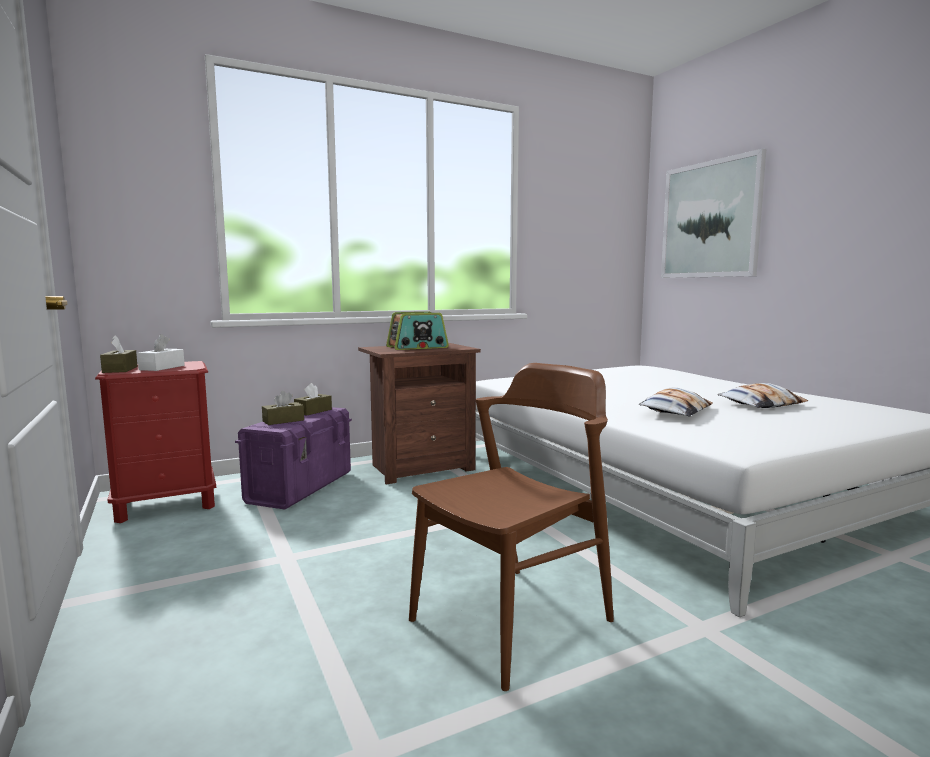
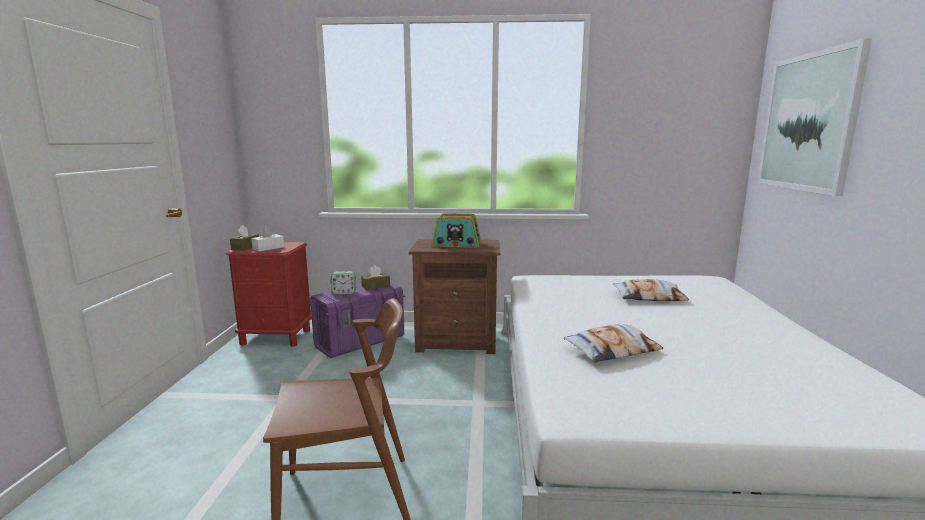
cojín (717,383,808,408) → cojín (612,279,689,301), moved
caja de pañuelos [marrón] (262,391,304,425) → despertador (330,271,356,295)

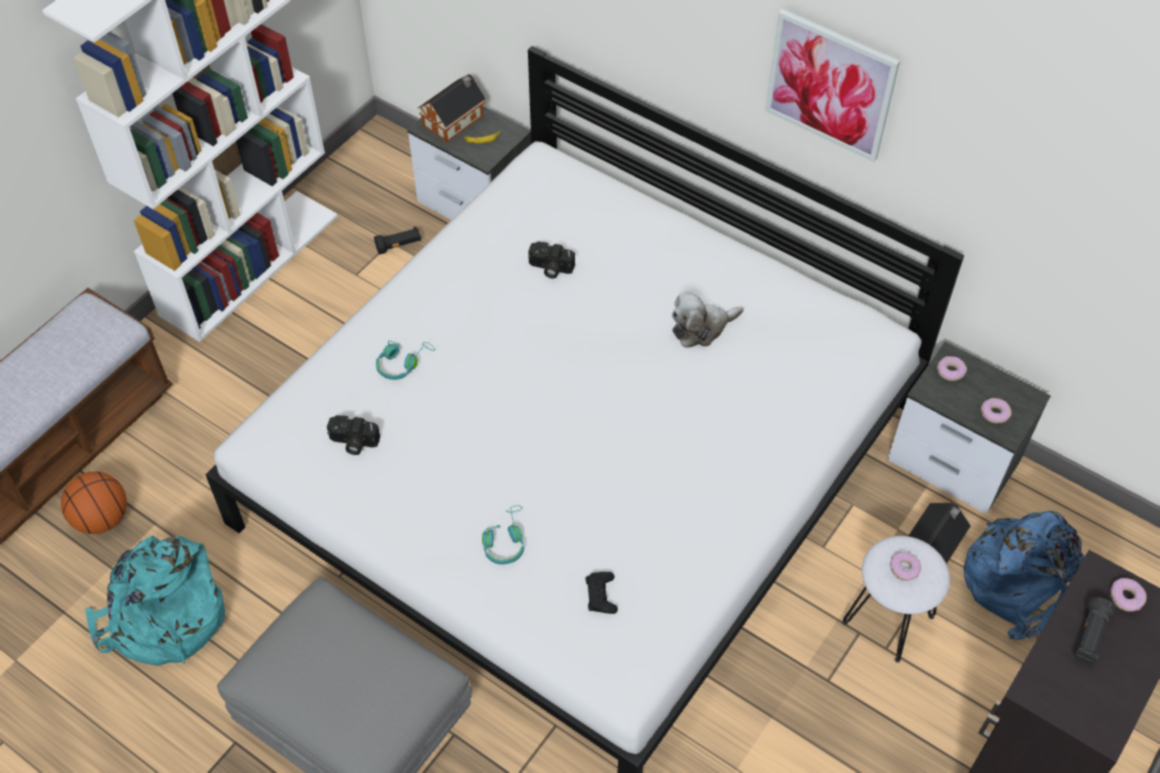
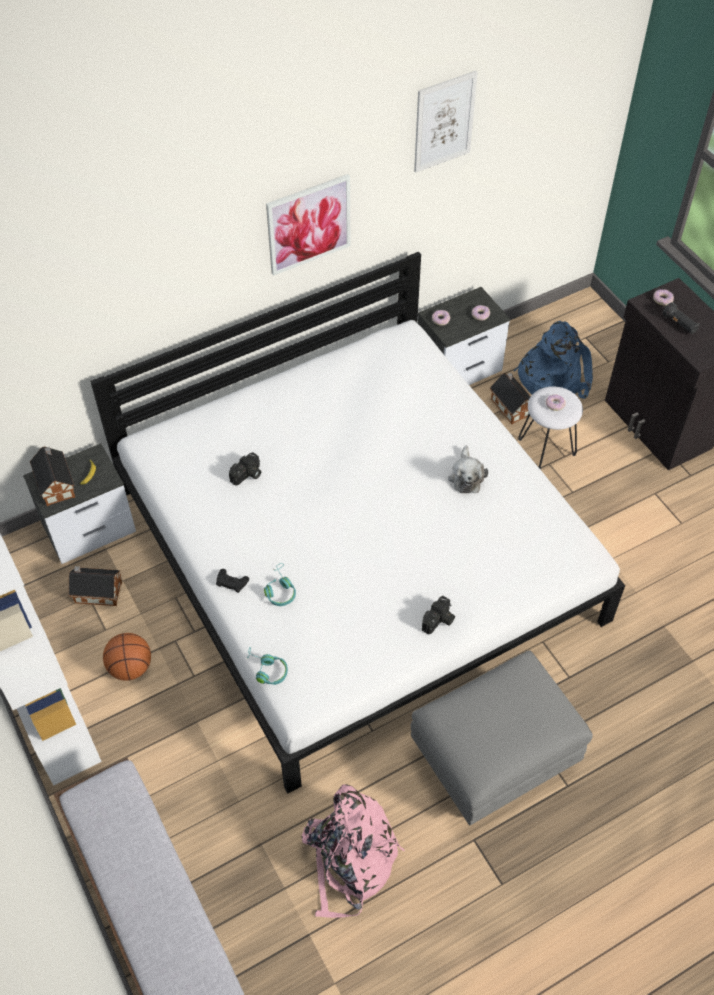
linterna [negro] (374,226,421,254) → casita (68,566,122,606)
peluche (672,291,744,348) → peluche (448,445,488,493), moved
cámara (327,415,380,455) → cámara (422,596,455,635), moved
balón de baloncesto (61,471,127,534) → balón de baloncesto (103,633,151,681), moved
auriculares [turquesa] (482,505,524,564) → auriculares [turquesa] (247,647,288,685), moved
mochila [turquesa] (85,536,225,666) → mochila [rosa] (302,784,404,918)
mando de consola [negro] (585,572,618,614) → mando de consola [negro] (216,569,249,593), moved
- → cuadro (414,71,478,172)

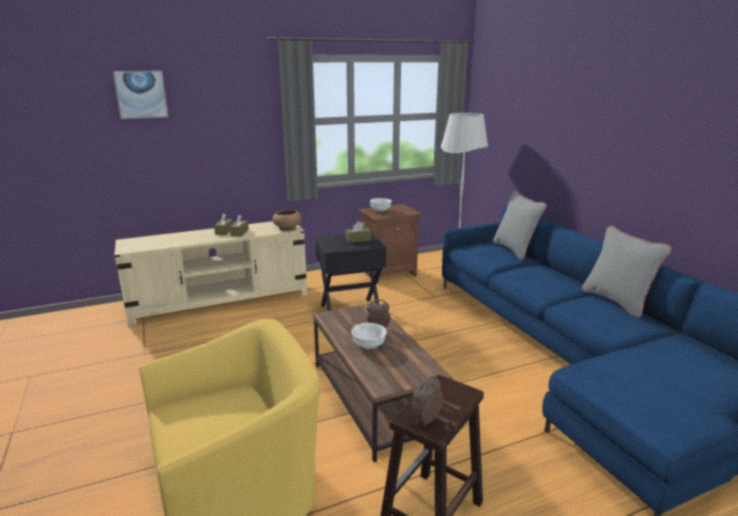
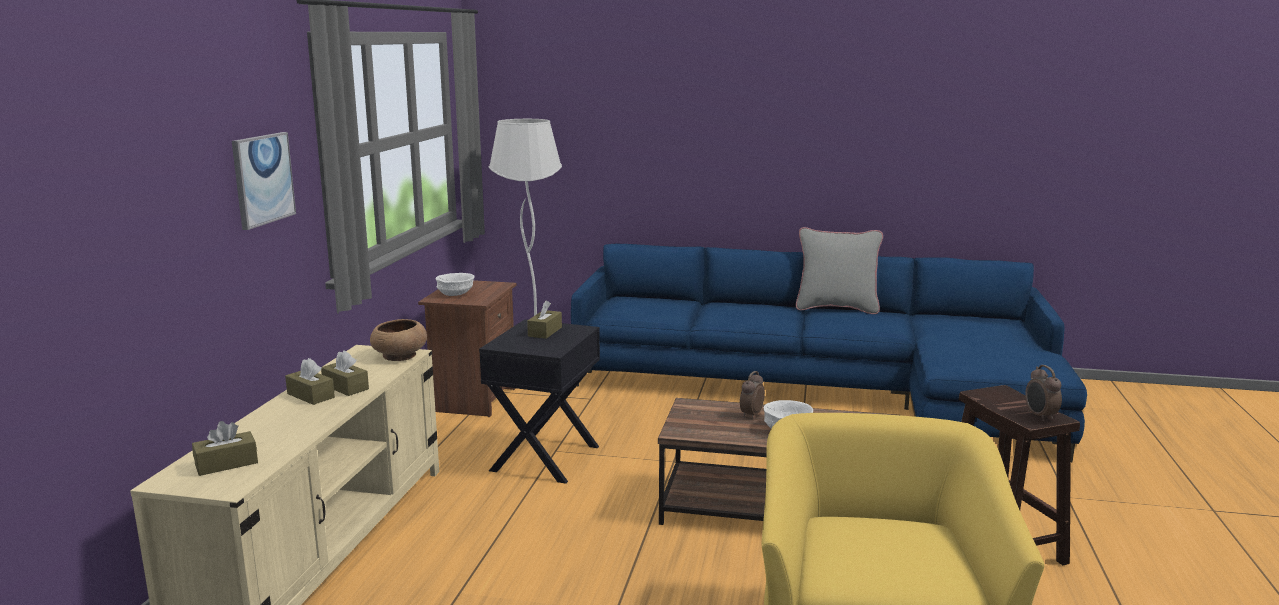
cuadro (113,71,168,119) → cuadro (232,132,296,230), moved
cojín [gris] (493,191,546,260) → -
- → caja de pañuelos [marrón] (192,421,258,476)

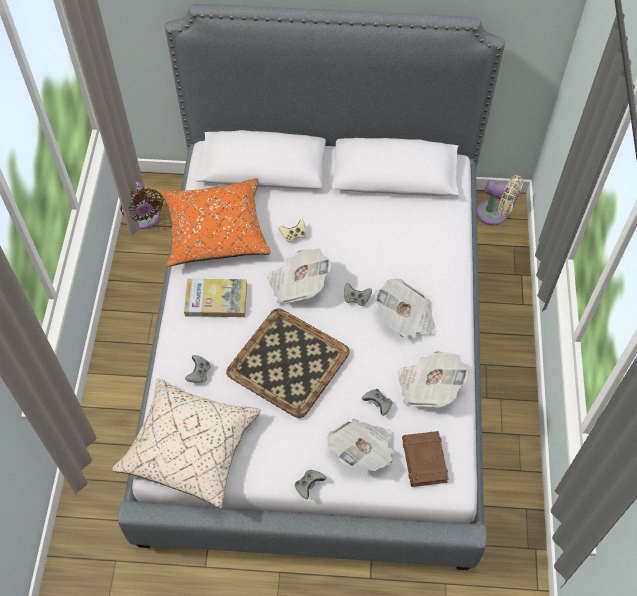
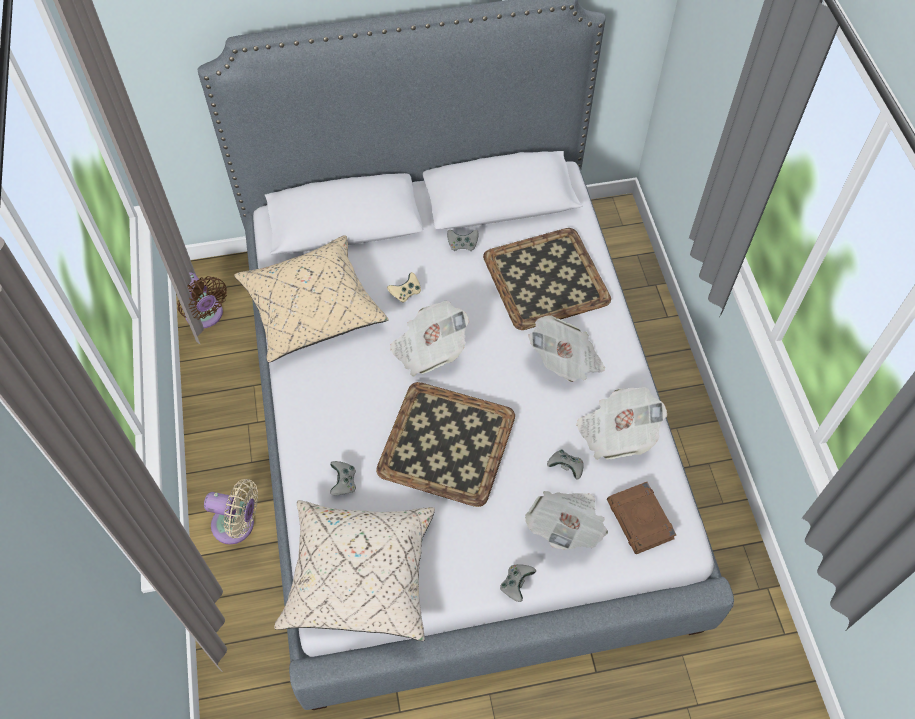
ventilador [beis] (477,175,523,226) → ventilador [beis] (204,479,258,544), moved
cojín [naranja] (162,178,271,267) → cojín [beis] (234,235,389,363)
libro (184,279,247,317) → -
mando de consola [gris] (344,283,372,306) → mando de consola [gris] (447,230,479,251), moved
- → bandeja (483,228,611,330)

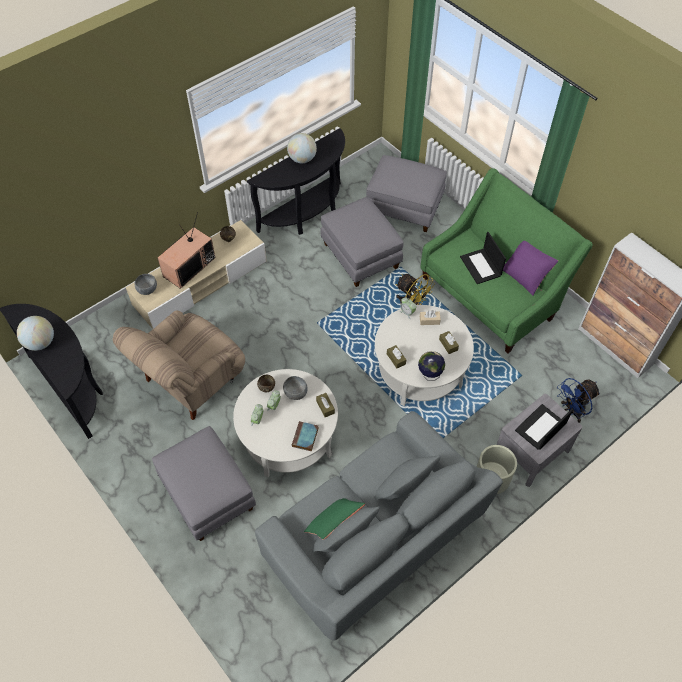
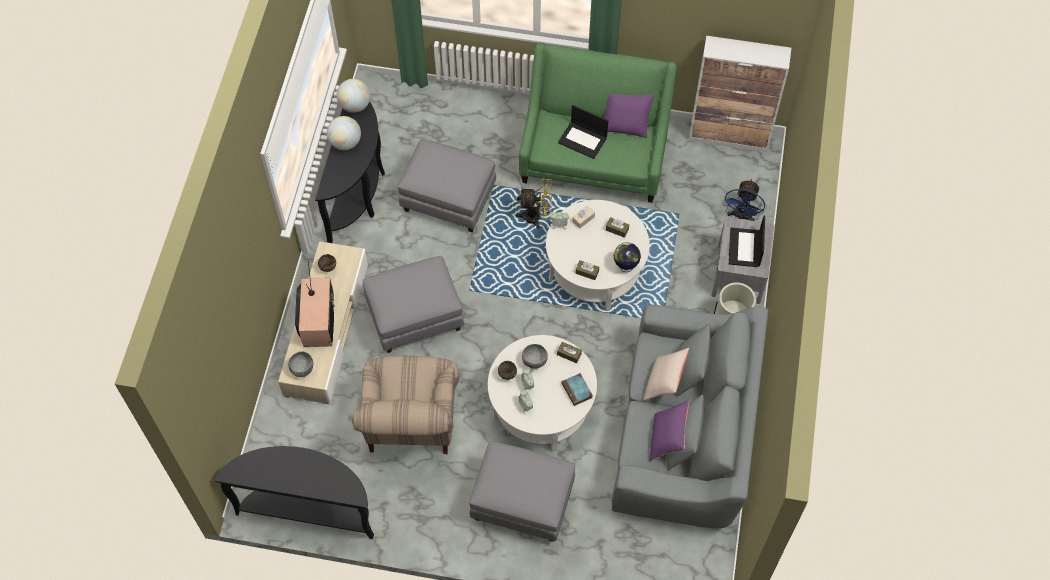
puf [gris] (366,155,447,232) → puf [gris] (362,256,464,353), moved
globo terráqueo (17,316,54,351) → globo terráqueo (337,79,370,113), moved
cojín [verde] (304,498,365,540) → cojín [morado] (650,400,689,461)
- → cojín [beis] (643,348,689,401)

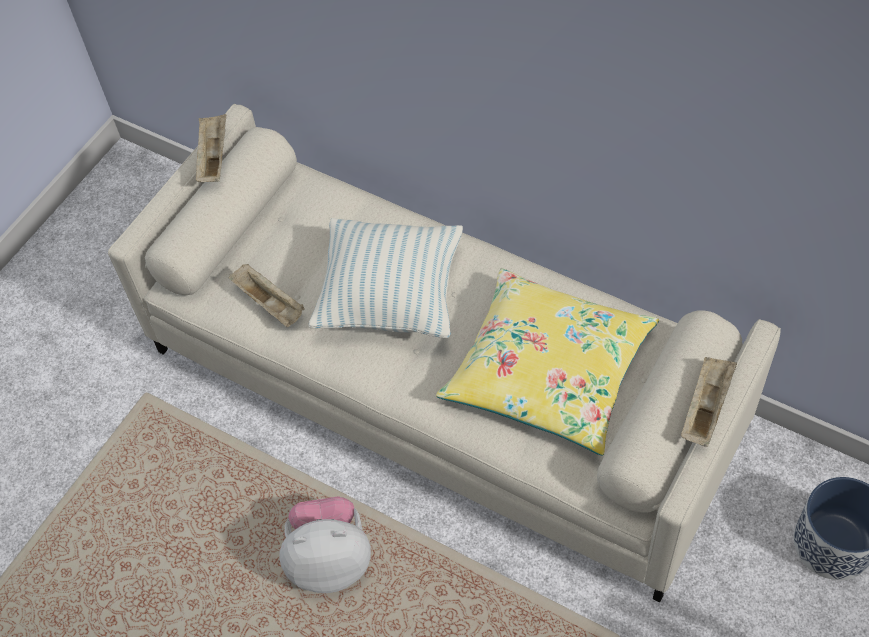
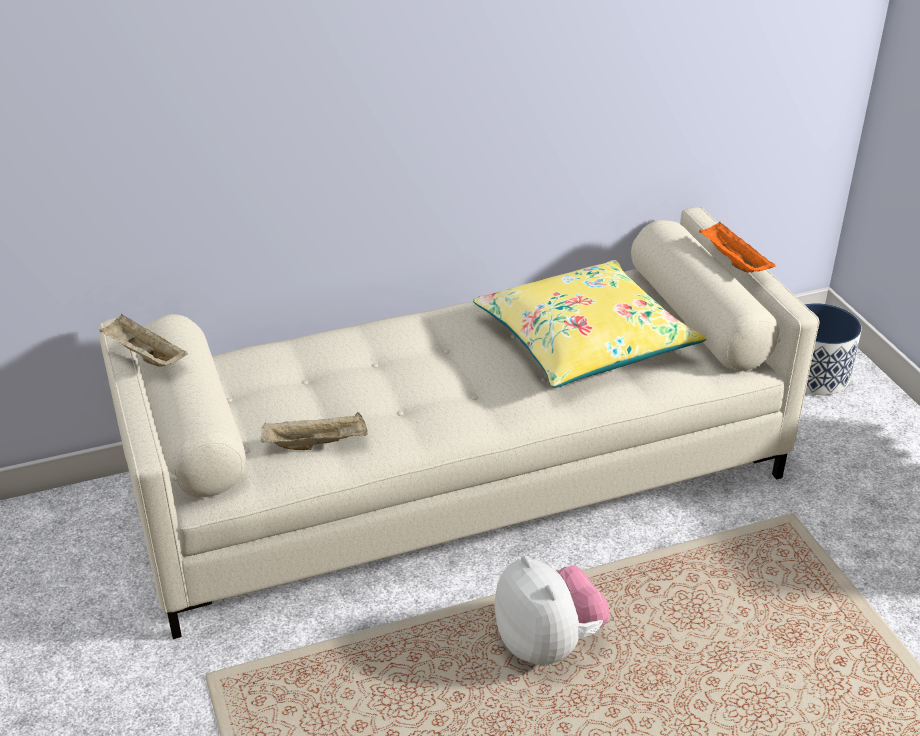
cojín (309,218,463,338) → -
bandeja [beis] (681,357,737,447) → bandeja [naranja] (699,222,776,272)
peluche (279,496,371,593) → peluche (494,555,610,665), 120 degrees clockwise

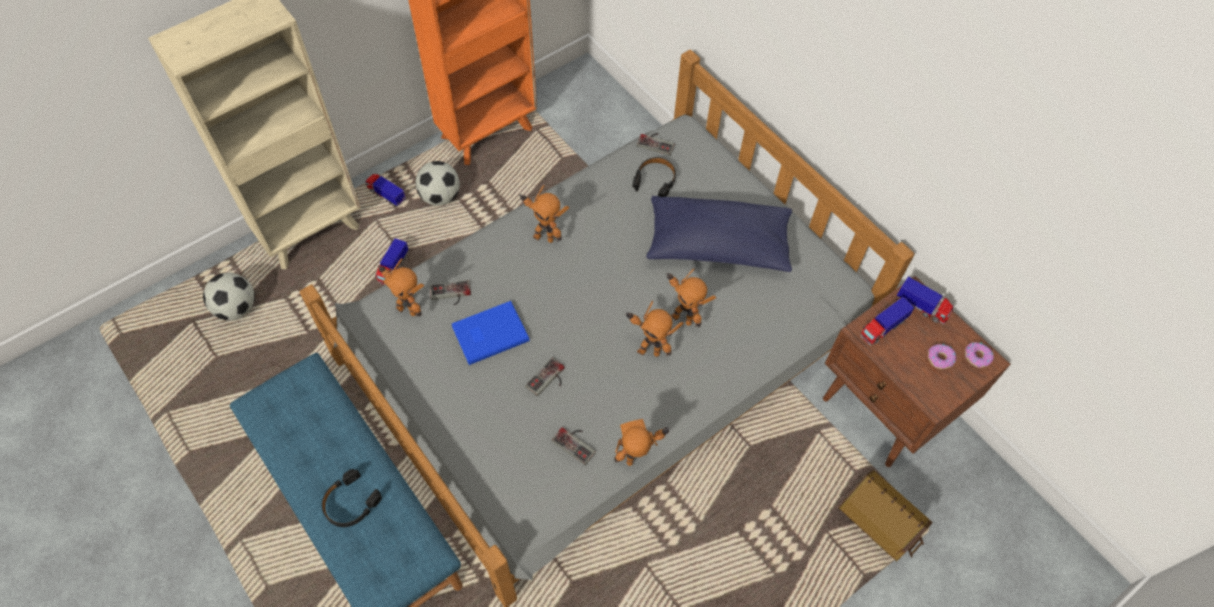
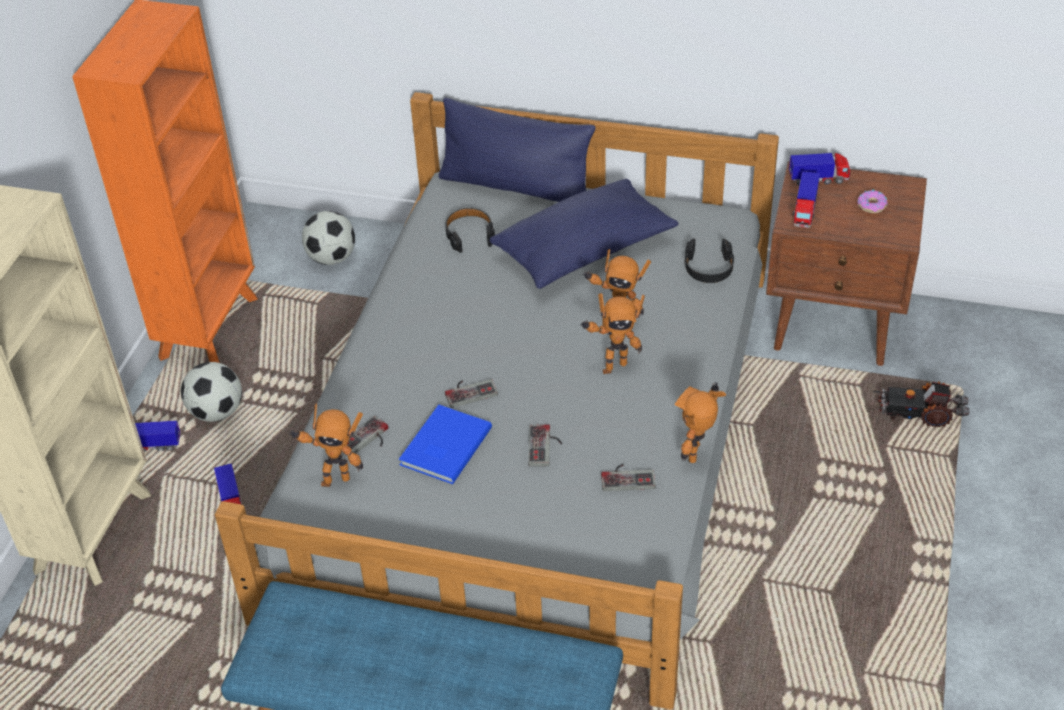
mando de consola (637,133,675,156) → mando de consola (445,379,498,408), moved
robot de juguete (519,185,569,243) → -
balón de fútbol (203,272,255,321) → balón de fútbol (302,211,355,265), moved
rosquilla (965,342,994,368) → -
auriculares [negro] (322,469,382,527) → auriculares [negro] (684,238,734,283), moved
casita (838,470,933,561) → camión de juguete (873,381,970,427)
- → cojín [azul] (439,98,595,202)

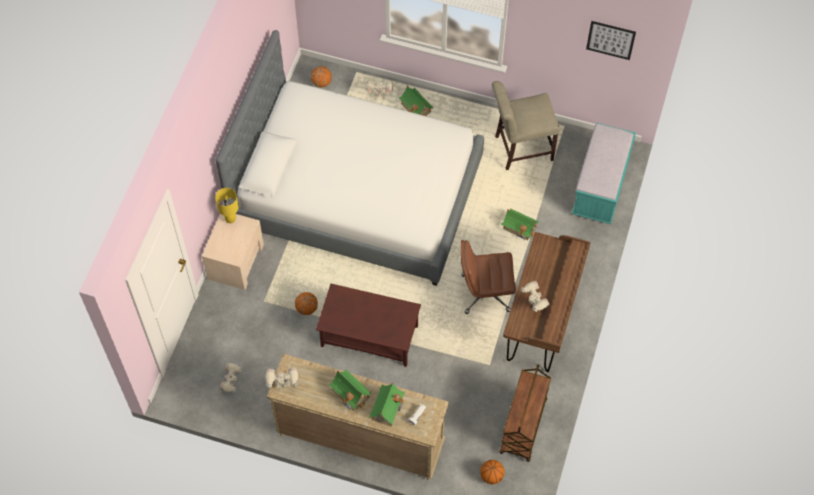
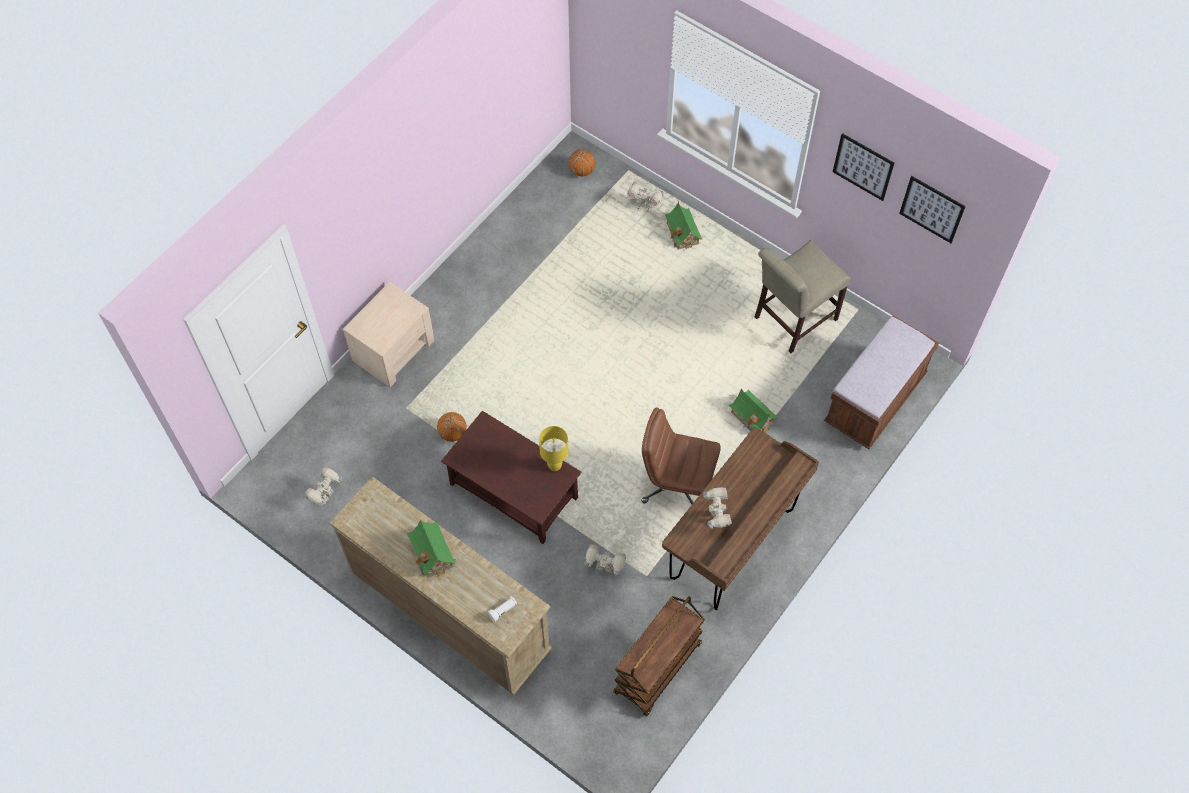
cama (216,30,484,286) → -
silla [beis] (492,81,560,170) → silla [beis] (755,240,851,353), 45 degrees counterclockwise
banco [turquesa] (572,123,636,224) → banco [marrón] (824,315,939,449)
lámpara de mesa [amarillo] (215,188,239,223) → lámpara de mesa [amarillo] (539,426,568,471), moved
robot de juguete (265,368,298,388) → robot de juguete (584,545,626,575), moved
casita (369,383,405,427) → -
balón de baloncesto (480,460,505,484) → -
- → cuadro (833,133,895,201)

